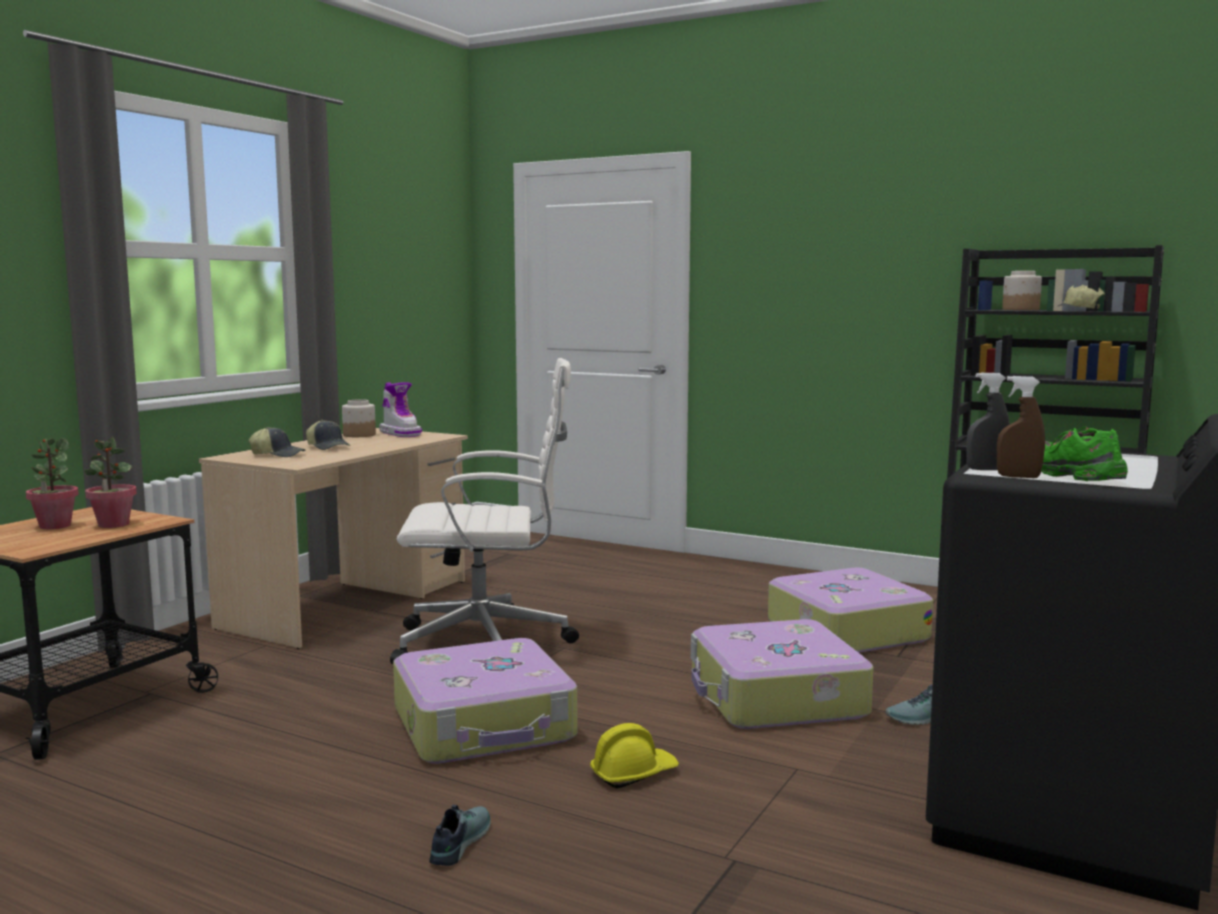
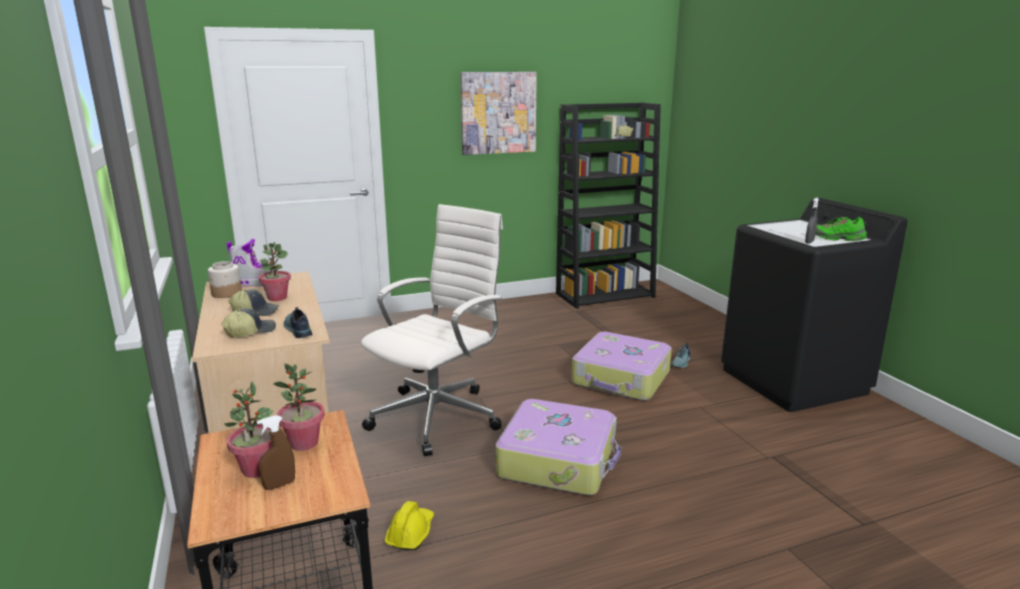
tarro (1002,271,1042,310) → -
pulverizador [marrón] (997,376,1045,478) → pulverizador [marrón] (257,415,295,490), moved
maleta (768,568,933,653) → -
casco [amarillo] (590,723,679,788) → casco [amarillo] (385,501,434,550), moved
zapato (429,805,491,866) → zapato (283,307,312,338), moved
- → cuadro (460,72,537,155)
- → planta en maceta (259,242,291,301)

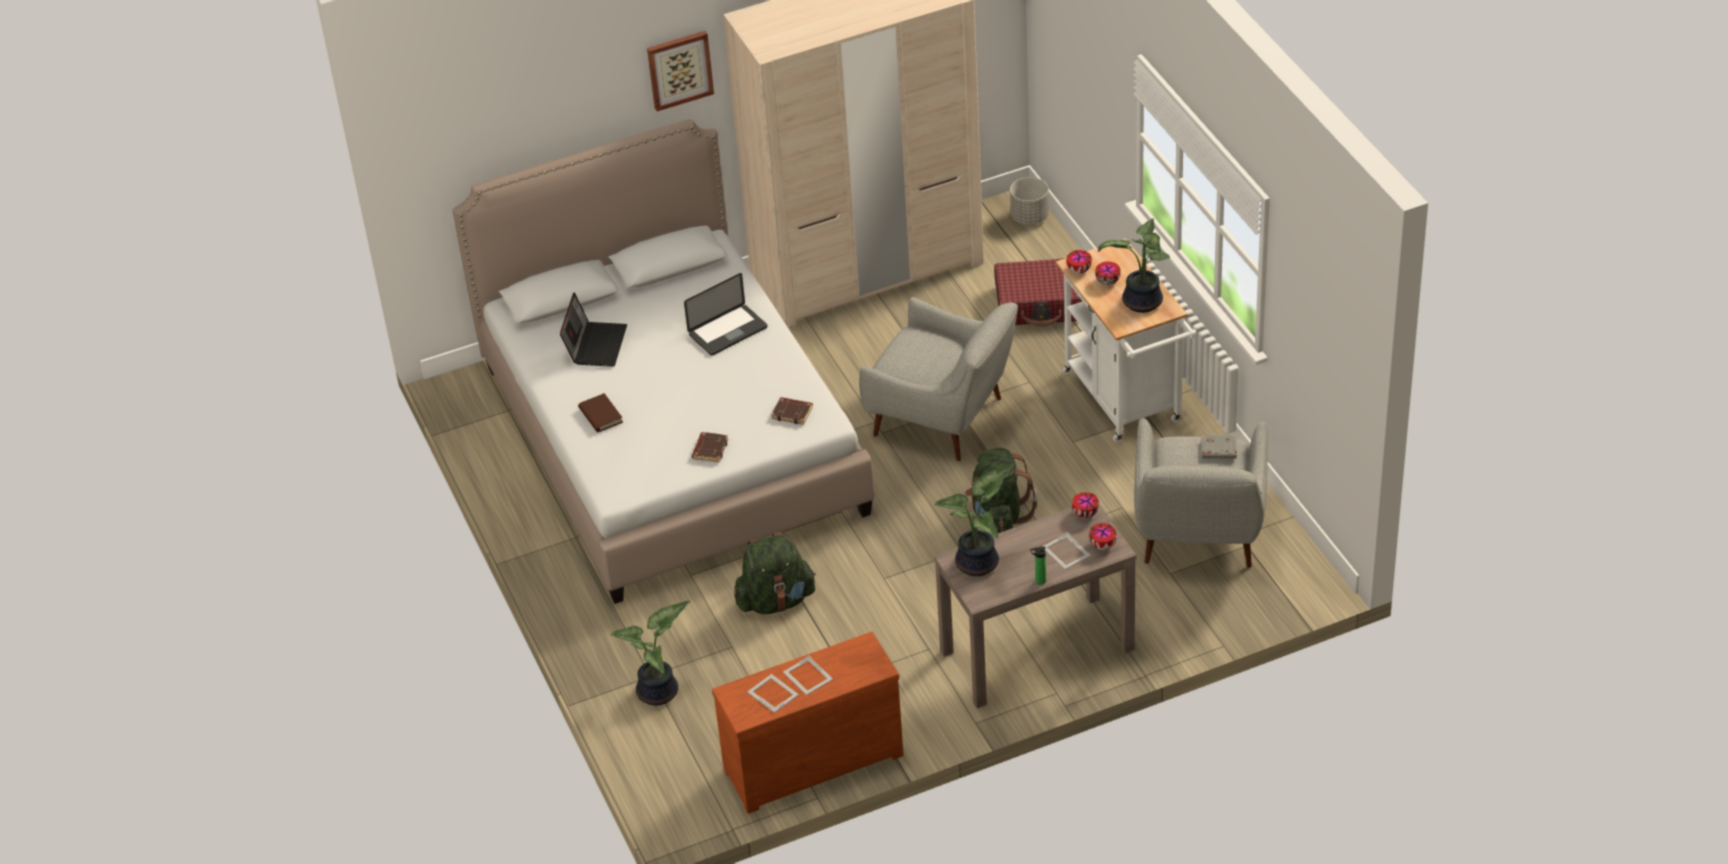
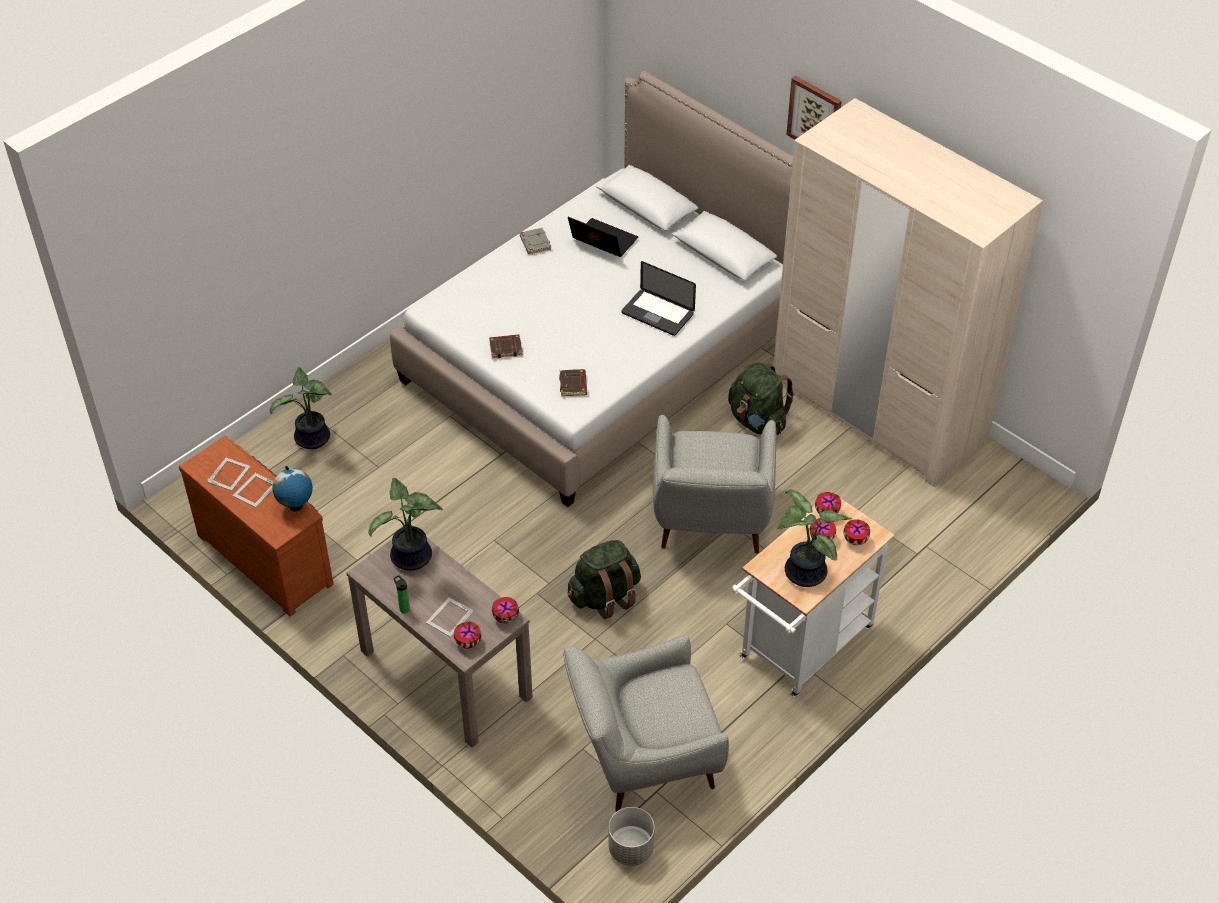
maceta [gris] (1010,177,1049,225) → maceta [gris] (609,807,655,866), moved
maleta [rojo] (994,258,1082,327) → -
portátil (560,292,627,367) → portátil (568,217,638,257), 135 degrees counterclockwise
libro [marrón] (578,393,623,433) → -
libro [gris] (1201,435,1237,458) → libro [gris] (520,228,551,254), moved
mochila [verde] (734,532,816,614) → mochila [verde] (728,362,795,435), moved
- → globo terráqueo (272,466,313,511)
- → cuenco (844,519,870,545)

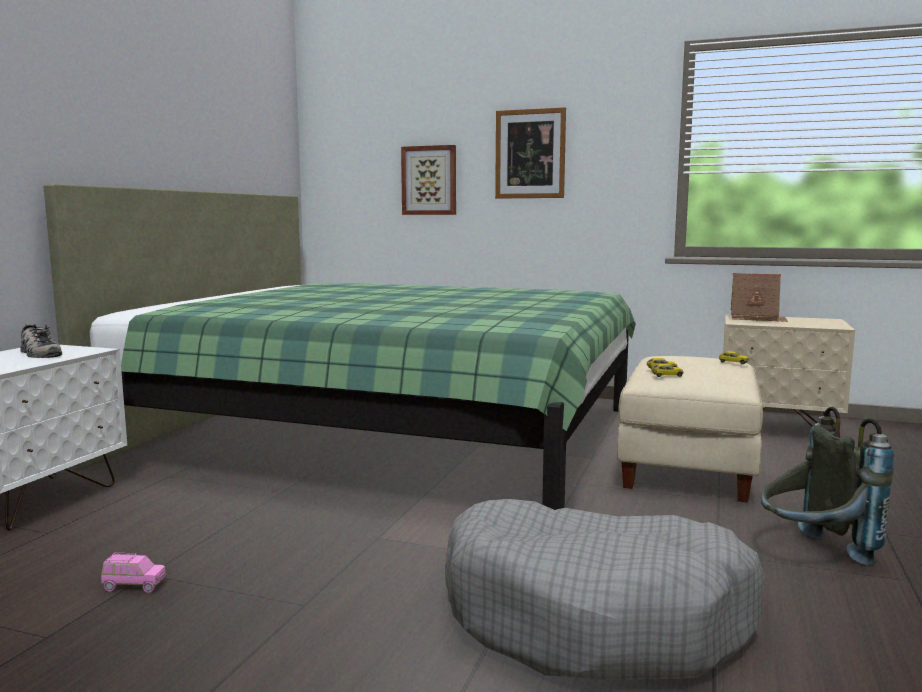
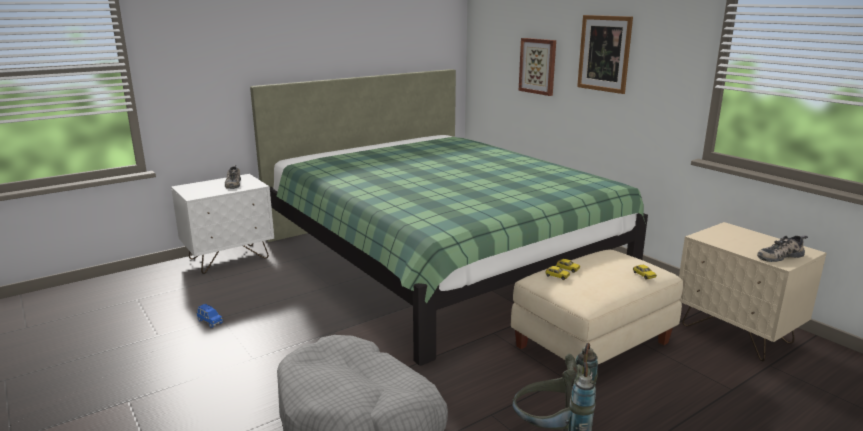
casita (731,273,788,322) → -
coche de juguete [rosa] (101,553,166,593) → coche de juguete [azul] (197,304,223,328)
- → zapato (757,235,808,262)

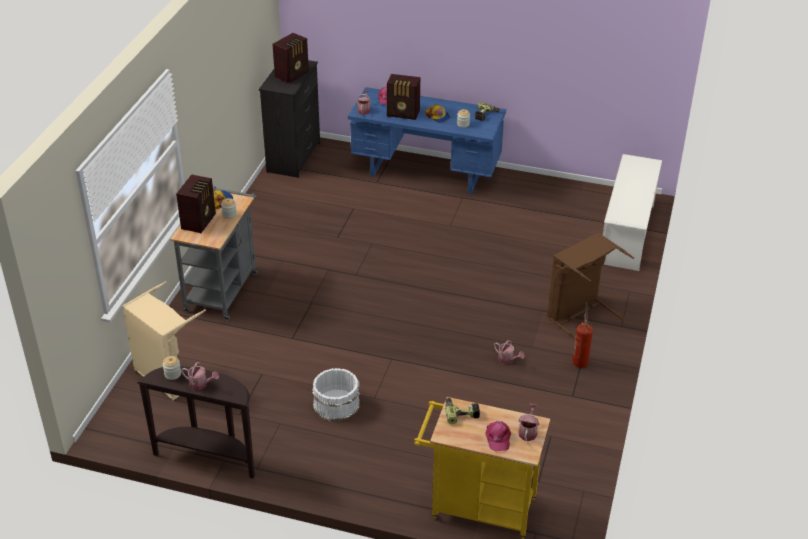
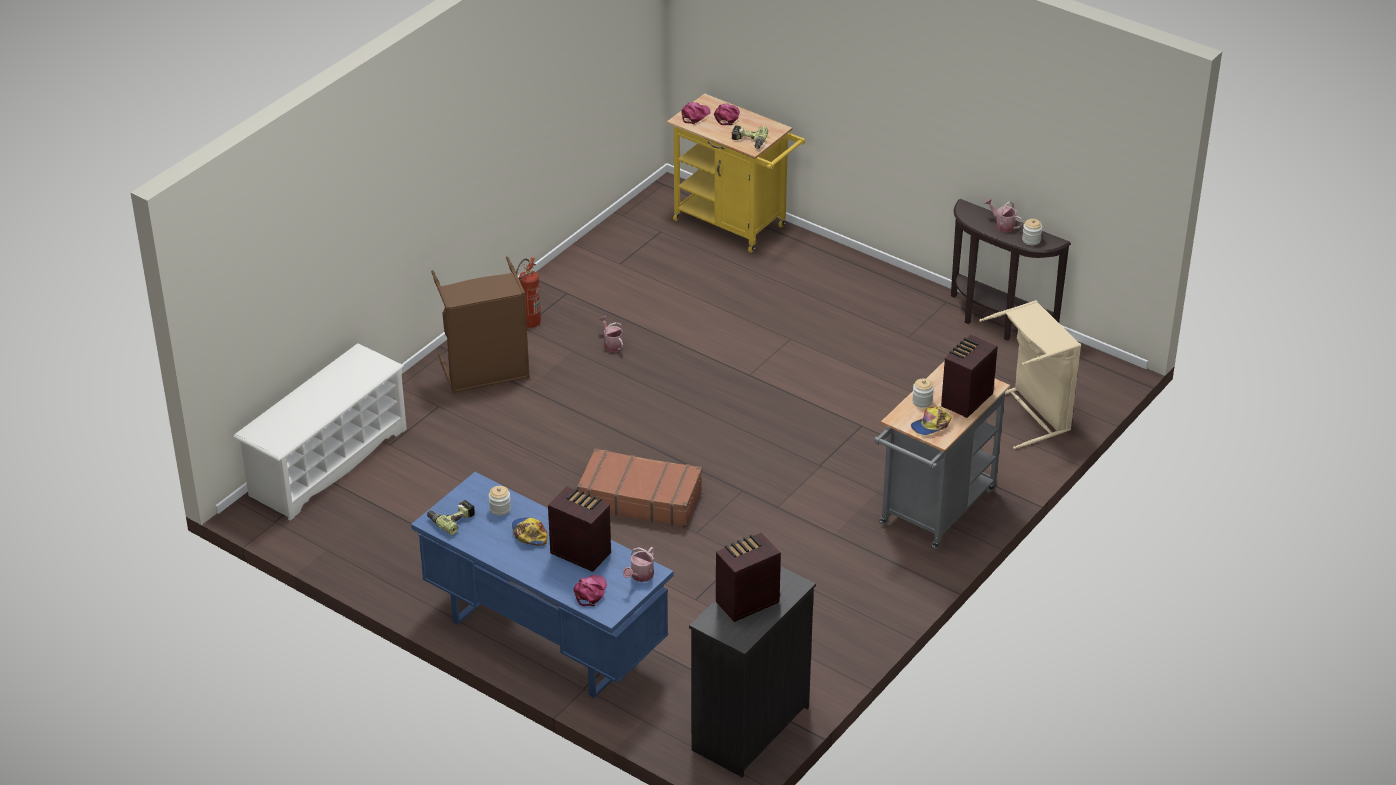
cubo [blanco] (312,368,360,421) → -
regadera (518,404,539,441) → gorra [rosa] (681,102,711,124)
- → maleta [marrón] (577,448,702,528)

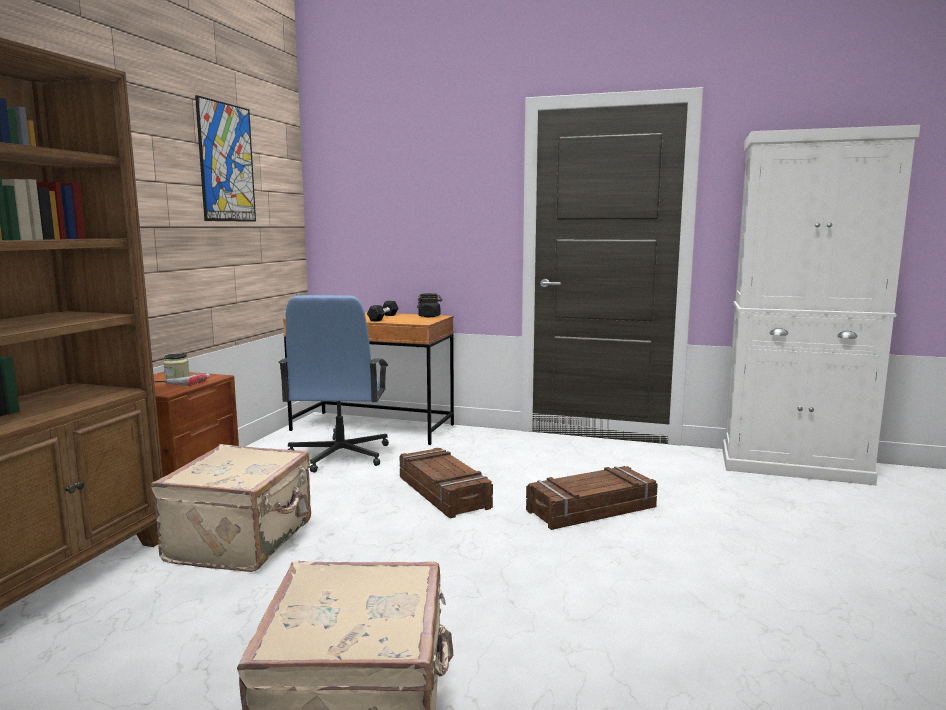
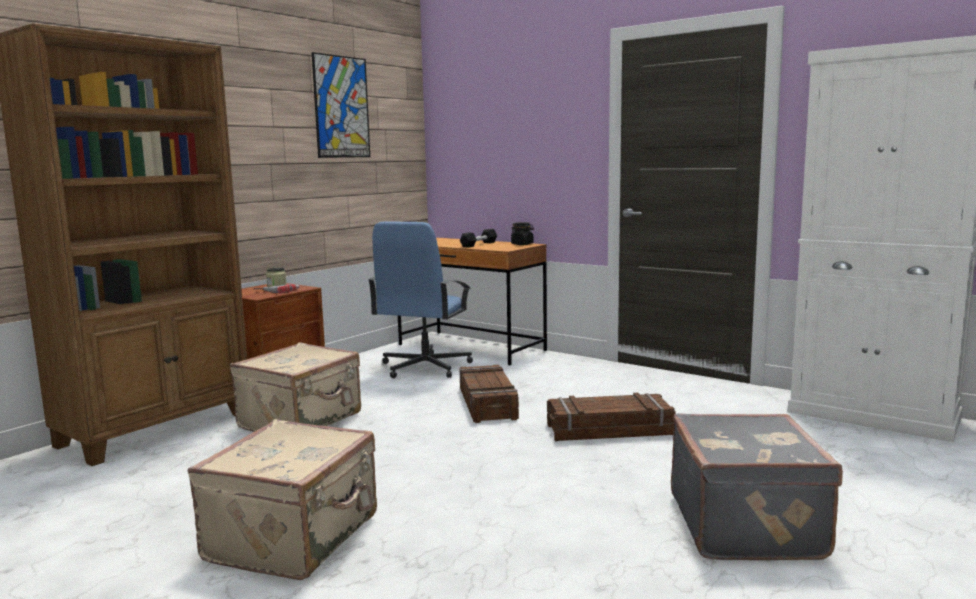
- → maleta [gris] (671,413,843,560)

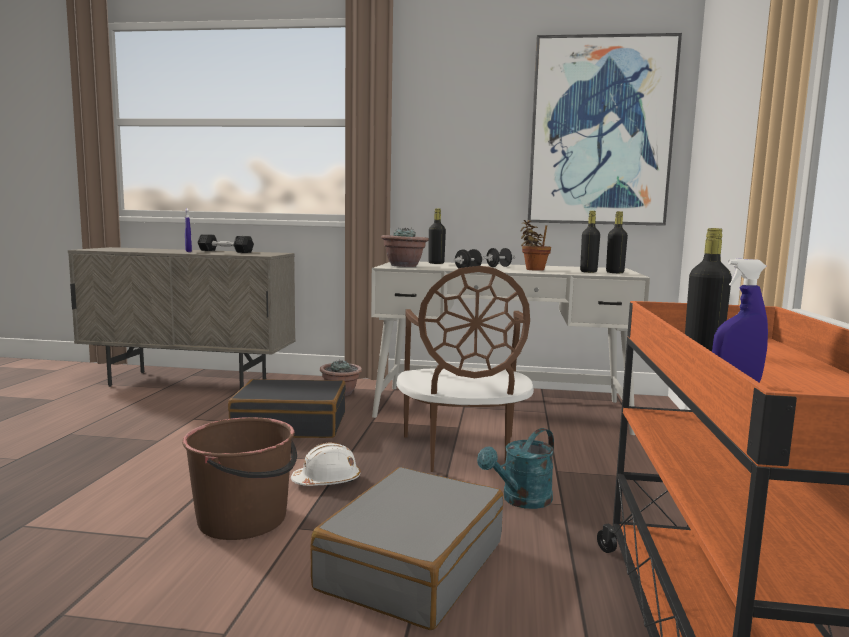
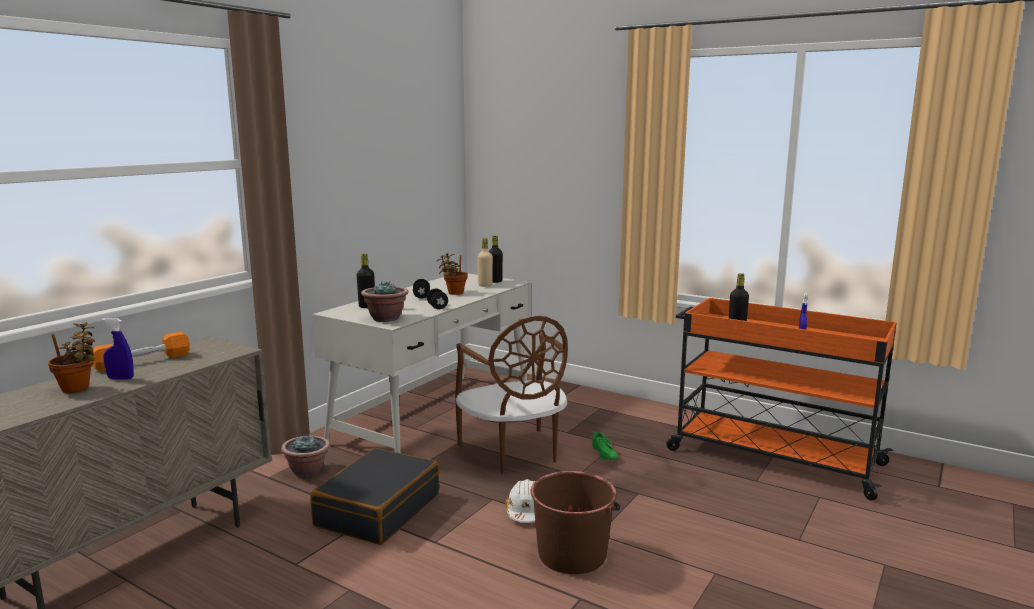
cuadro (528,33,682,226) → -
botella [negro] (580,211,600,273) → botella [beis] (478,238,493,287)
mancuerna [negro] (197,234,254,253) → mancuerna [naranja] (92,332,190,372)
silla [marrón] (396,266,534,472) → silla [marrón] (455,316,568,474), 45 degrees clockwise
regadera [turquesa] (477,428,554,509) → zapato [verde] (590,431,618,460)
maleta [gris] (310,467,503,630) → -
- → planta en maceta (48,322,95,393)

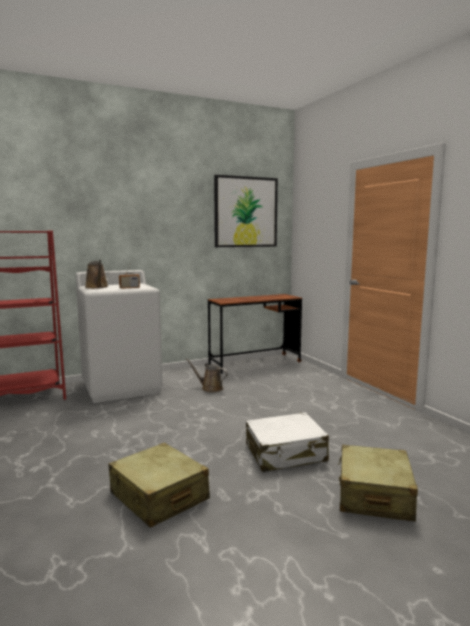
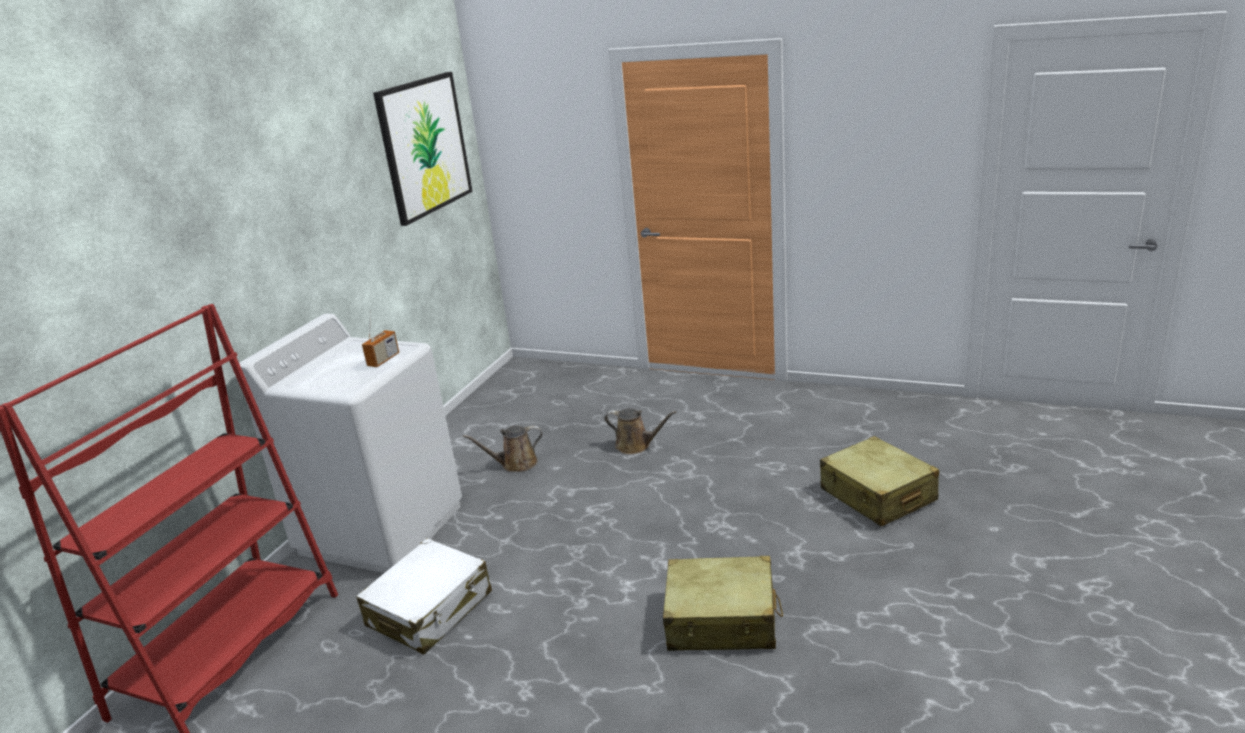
regadera [marrón] (85,260,108,289) → regadera [marrón] (604,408,676,454), moved
escritorio [marrón] (208,294,302,374) → -
maleta [blanco] (246,412,329,472) → maleta [blanco] (356,538,492,655), moved

